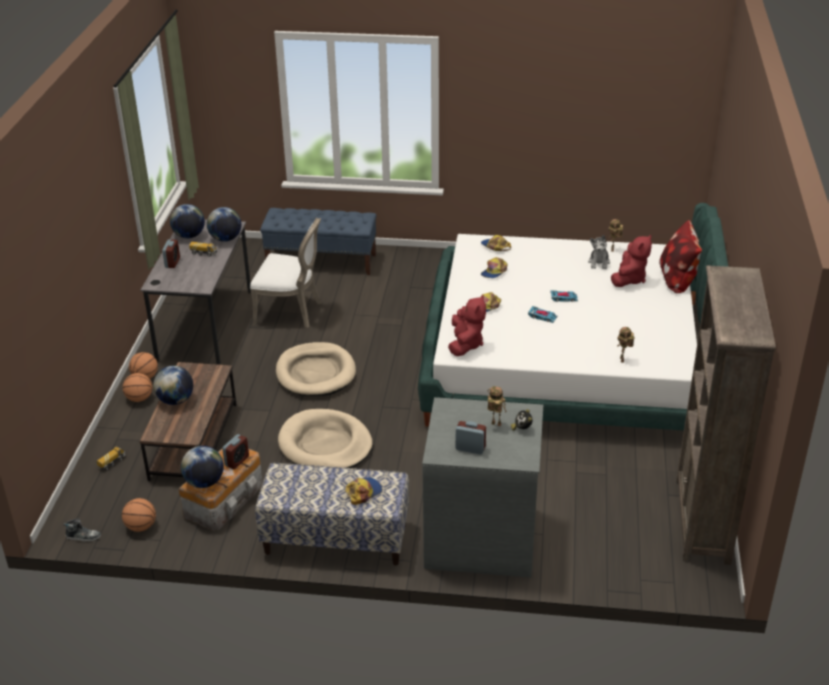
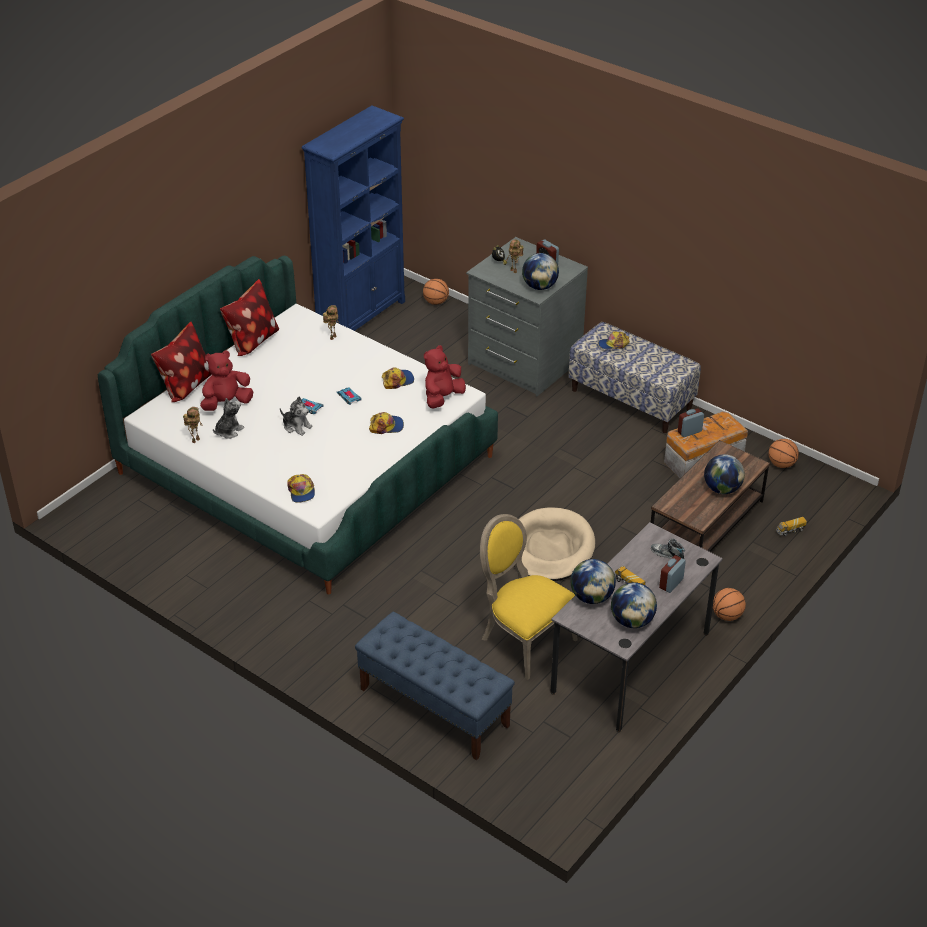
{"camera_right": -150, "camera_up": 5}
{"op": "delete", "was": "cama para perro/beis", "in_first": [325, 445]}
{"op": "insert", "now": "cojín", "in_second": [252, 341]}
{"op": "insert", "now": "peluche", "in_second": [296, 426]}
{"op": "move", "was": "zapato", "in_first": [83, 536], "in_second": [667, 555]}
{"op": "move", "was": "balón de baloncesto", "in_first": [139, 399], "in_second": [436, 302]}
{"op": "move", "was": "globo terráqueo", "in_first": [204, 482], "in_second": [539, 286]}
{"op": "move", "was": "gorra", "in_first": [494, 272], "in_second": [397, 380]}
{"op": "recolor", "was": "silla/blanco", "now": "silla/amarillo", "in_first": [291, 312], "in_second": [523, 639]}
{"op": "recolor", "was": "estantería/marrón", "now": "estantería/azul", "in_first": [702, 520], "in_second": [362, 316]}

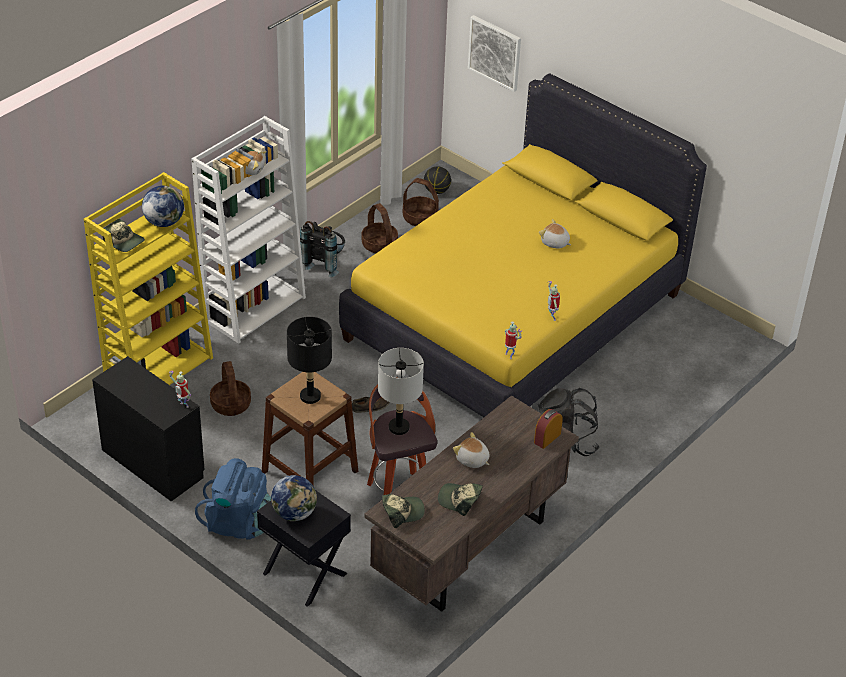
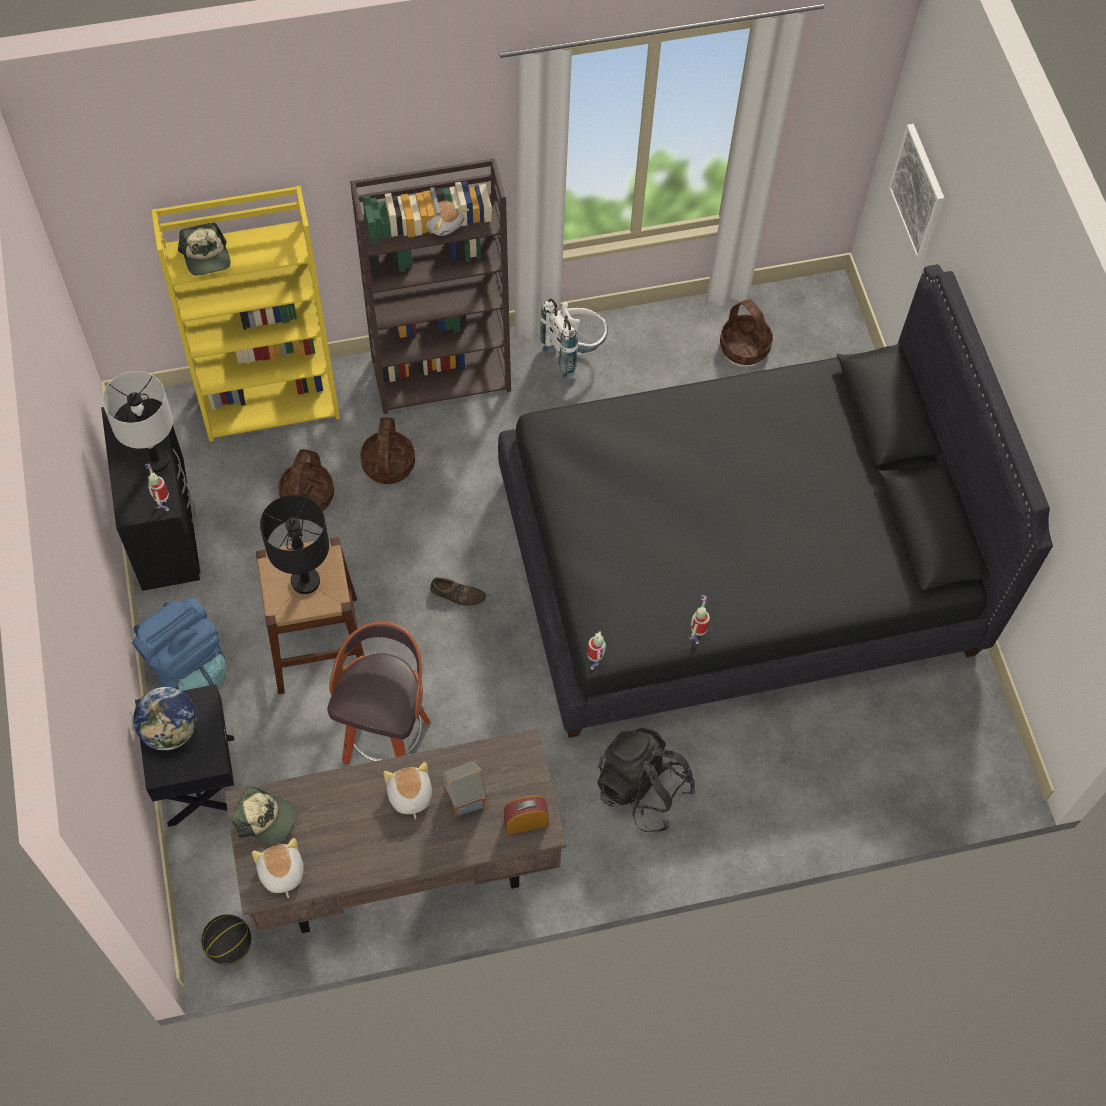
{"camera_right": 35, "camera_up": 20}
{"op": "delete", "was": "globo terráqueo", "in_first": [164, 222]}
{"op": "delete", "was": "gorra", "in_first": [459, 500]}
{"op": "insert", "now": "casita", "in_second": [465, 797]}
{"op": "move", "was": "cesta", "in_first": [379, 244], "in_second": [388, 464]}
{"op": "move", "was": "lámpara de mesa/gris", "in_first": [398, 427], "in_second": [155, 460]}
{"op": "move", "was": "balón de baloncesto", "in_first": [437, 191], "in_second": [230, 946]}
{"op": "move", "was": "peluche", "in_first": [555, 243], "in_second": [281, 873]}
{"op": "recolor", "was": "estantería/blanco", "now": "estantería/marrón", "in_first": [255, 308], "in_second": [442, 373]}
{"op": "recolor", "was": "mochila/negro", "now": "mochila/blanco", "in_first": [324, 263], "in_second": [574, 352]}
{"op": "recolor", "was": "cama/amarillo", "now": "cama/negro", "in_first": [514, 316], "in_second": [737, 563]}

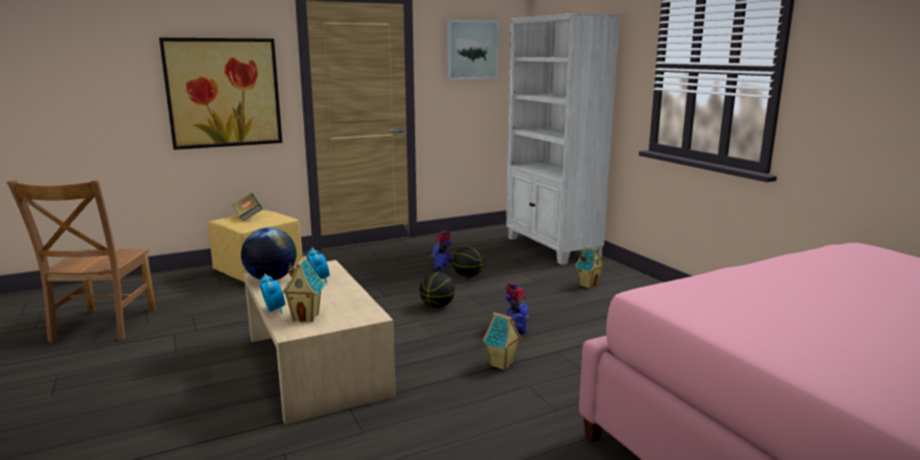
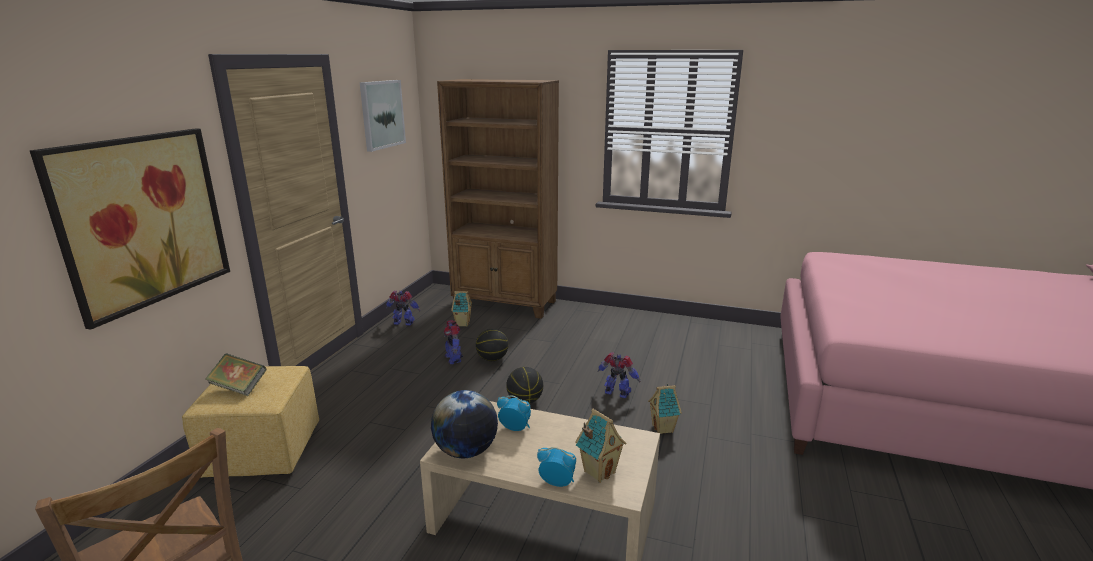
{"camera_right": -45, "camera_up": 5}
{"op": "insert", "now": "robot de juguete", "in_second": [403, 323]}
{"op": "move", "was": "casita", "in_first": [588, 285], "in_second": [462, 323]}
{"op": "recolor", "was": "estantería/blanco", "now": "estantería/marrón", "in_first": [552, 248], "in_second": [505, 304]}

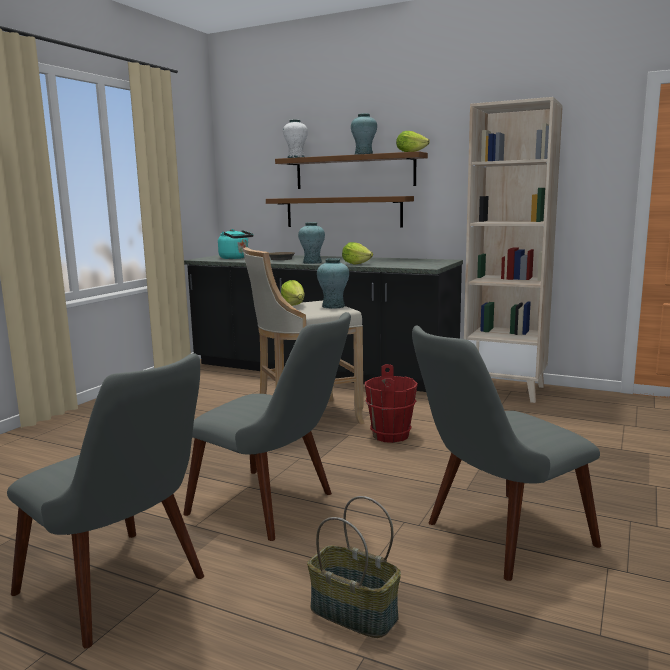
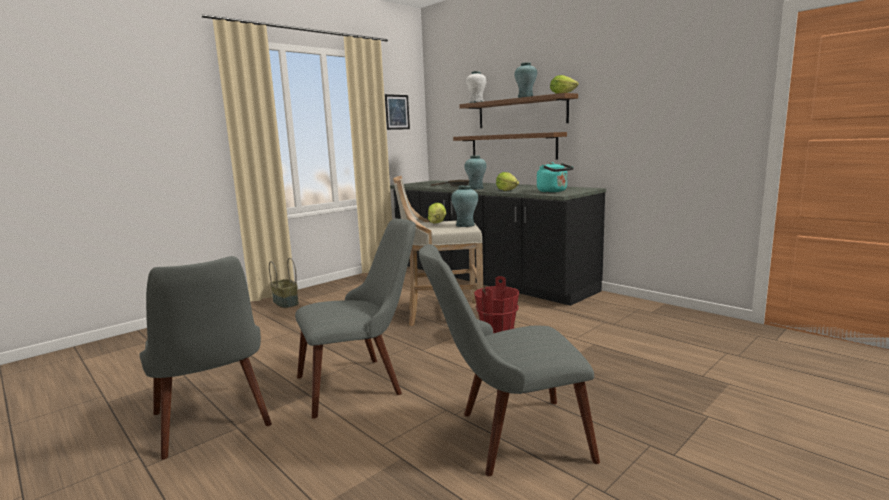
{"camera_right": 20, "camera_up": 0}
{"op": "delete", "was": "estantería/beis", "in_first": [505, 390]}
{"op": "insert", "now": "cuadro", "in_second": [397, 112]}
{"op": "move", "was": "hervidor/turquesa", "in_first": [235, 258], "in_second": [553, 191]}
{"op": "move", "was": "cesta", "in_first": [352, 613], "in_second": [285, 303]}
{"op": "rotate", "was": "silla/gris", "in_first": [276, 507], "in_second": [362, 381], "clockwise": -75}

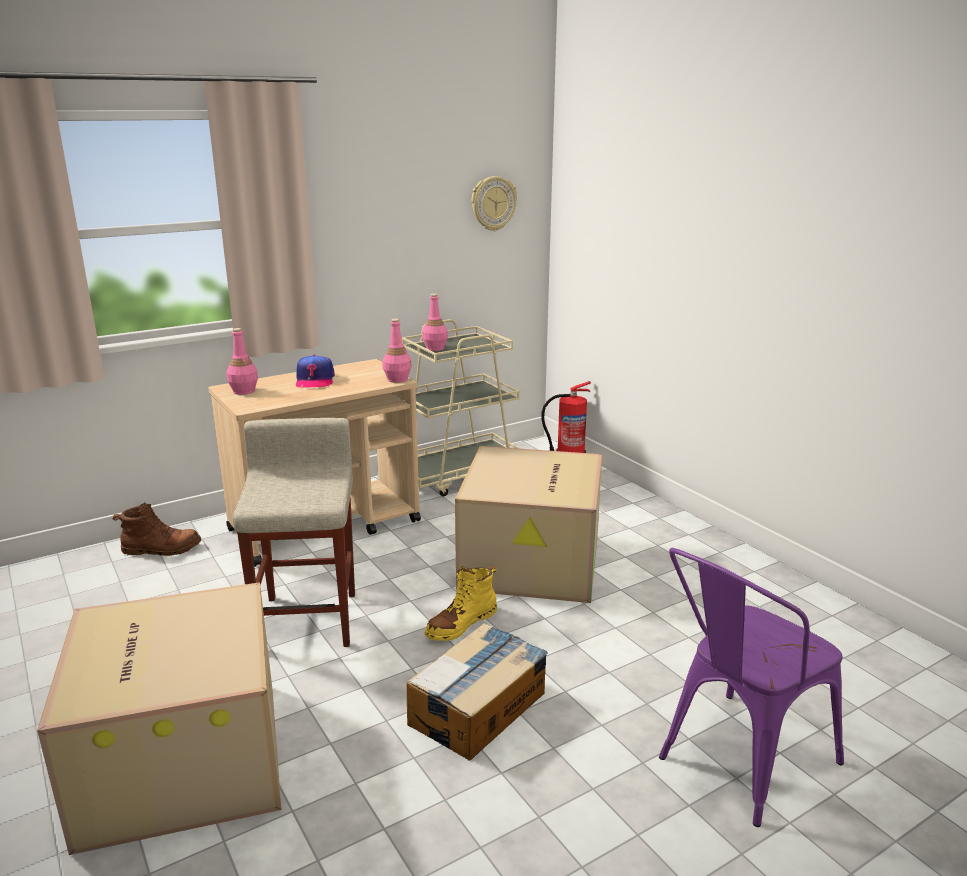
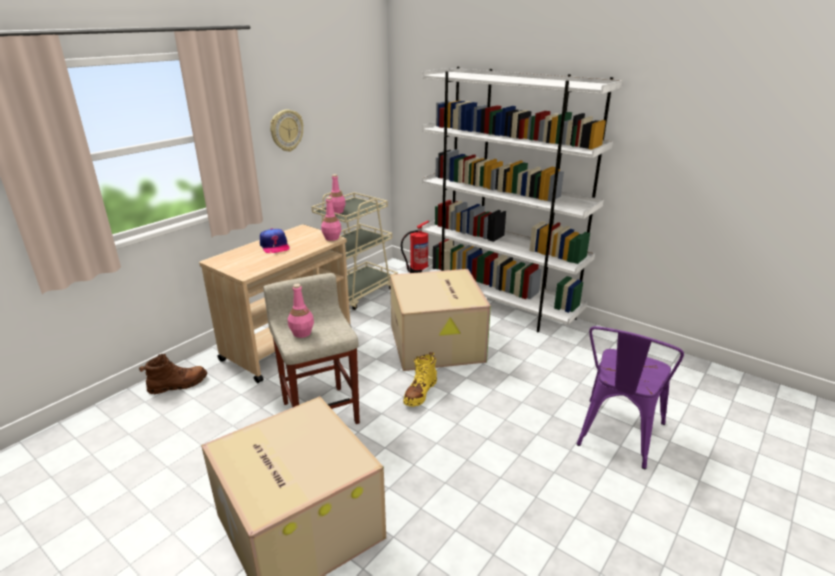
{"camera_right": -20, "camera_up": 5}
{"op": "delete", "was": "caja de cartón", "in_first": [479, 708]}
{"op": "insert", "now": "estantería/blanco", "in_second": [499, 305]}
{"op": "move", "was": "botella/rosa", "in_first": [243, 391], "in_second": [302, 333]}
{"op": "move", "was": "reloj de pared", "in_first": [493, 203], "in_second": [286, 130]}

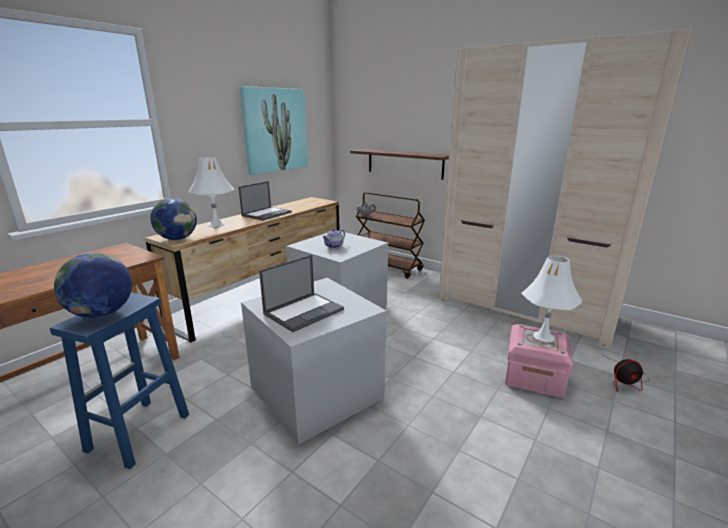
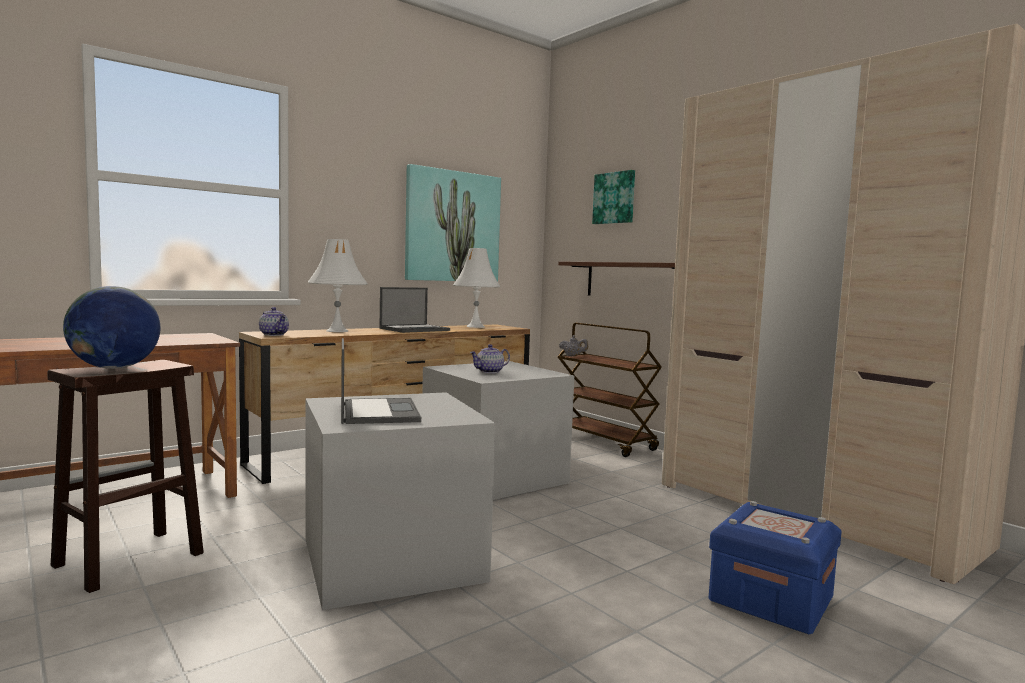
{"camera_right": 15, "camera_up": -15}
{"op": "delete", "was": "ventilador", "in_first": [625, 380]}
{"op": "insert", "now": "cuadro", "in_second": [614, 198]}
{"op": "move", "was": "lámpara de mesa/blanco", "in_first": [543, 336], "in_second": [475, 326]}
{"op": "replace", "was": "globo terráqueo", "now": "tetera", "in_first": [177, 239], "in_second": [274, 335]}
{"op": "recolor", "was": "taburete/azul", "now": "taburete/marrón", "in_first": [138, 433], "in_second": [127, 560]}
{"op": "recolor", "was": "caja de almacenaje/rosa", "now": "caja de almacenaje/azul", "in_first": [534, 376], "in_second": [771, 599]}
{"op": "rotate", "was": "portátil", "in_first": [304, 311], "in_second": [378, 412], "clockwise": -75}

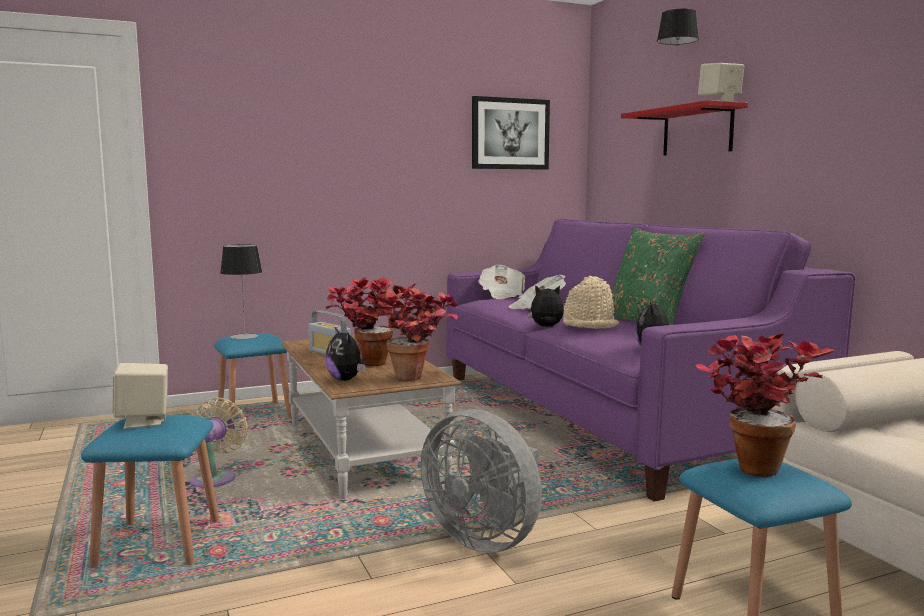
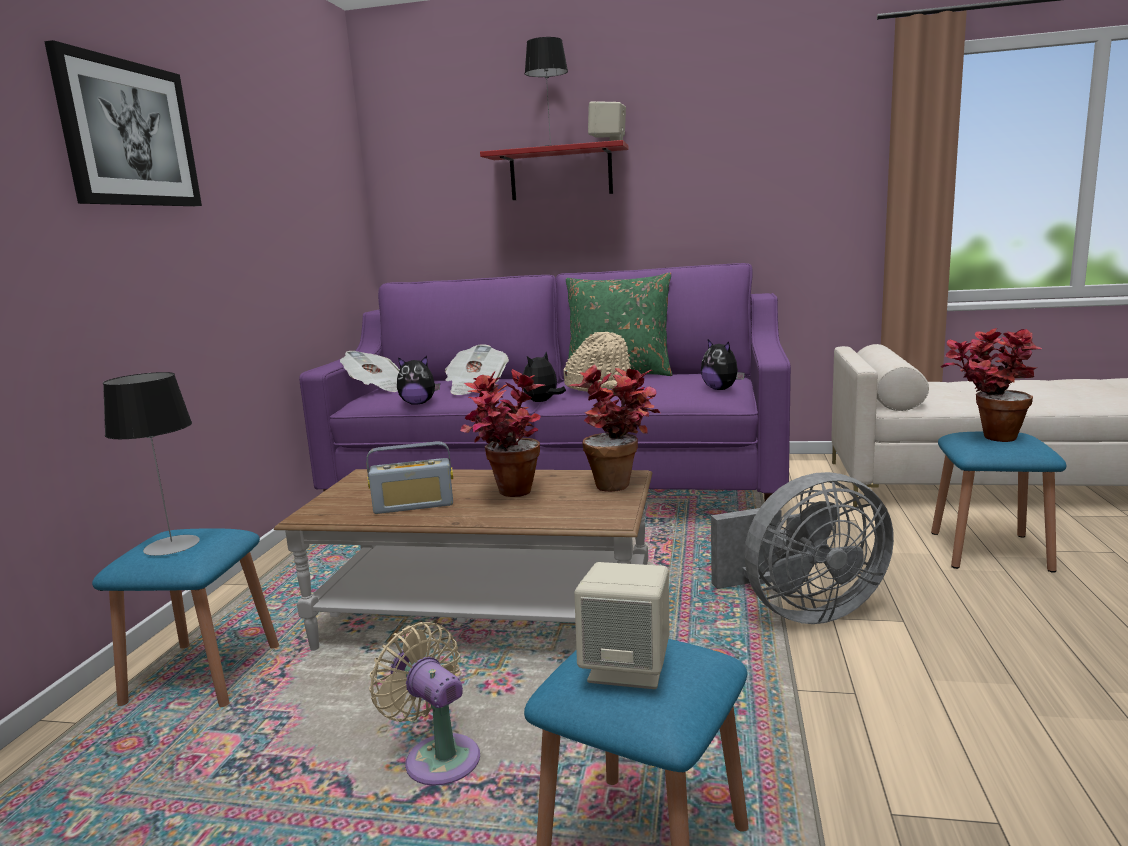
{"camera_right": -55, "camera_up": 5}
{"op": "move", "was": "peluche", "in_first": [346, 379], "in_second": [418, 403]}
{"op": "move", "was": "cuadro", "in_first": [510, 134], "in_second": [128, 134]}

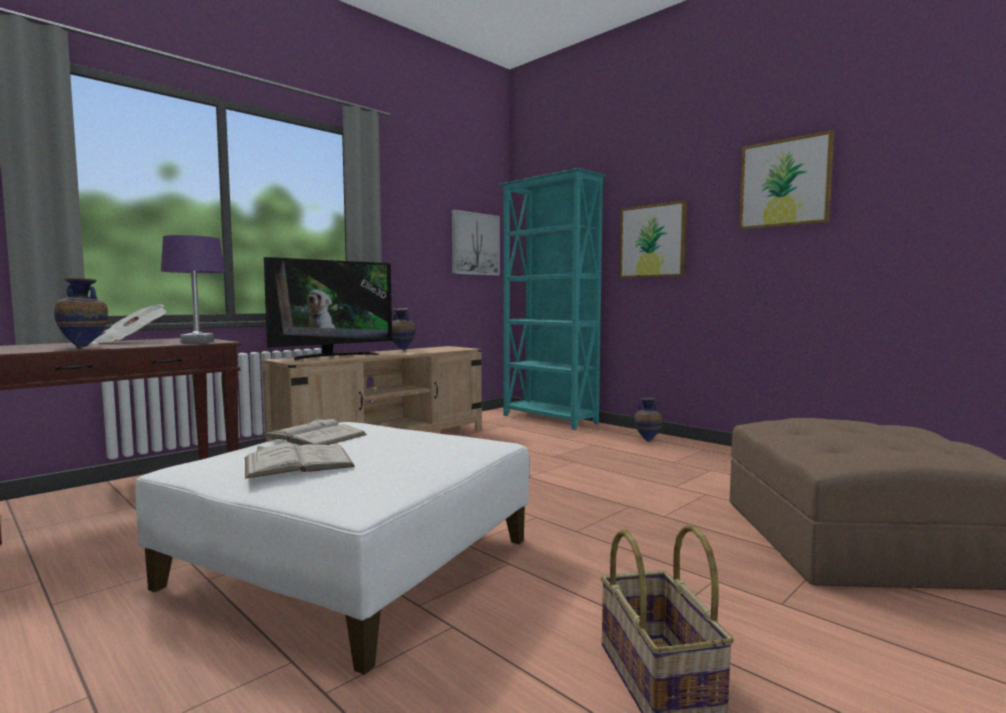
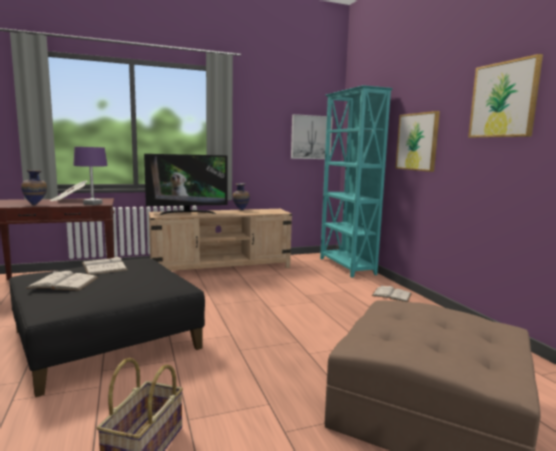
{"camera_right": 25, "camera_up": 5}
{"op": "replace", "was": "florero", "now": "libro/blanco", "in_first": [647, 440], "in_second": [391, 294]}
{"op": "recolor", "was": "puf/blanco", "now": "puf/negro", "in_first": [354, 562], "in_second": [107, 339]}

